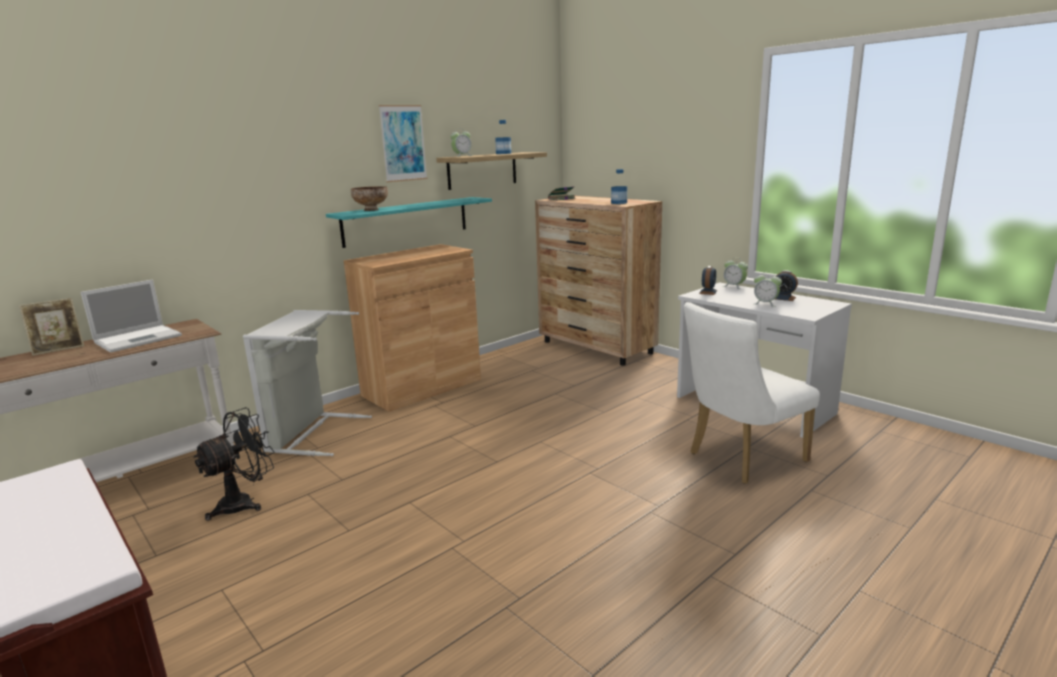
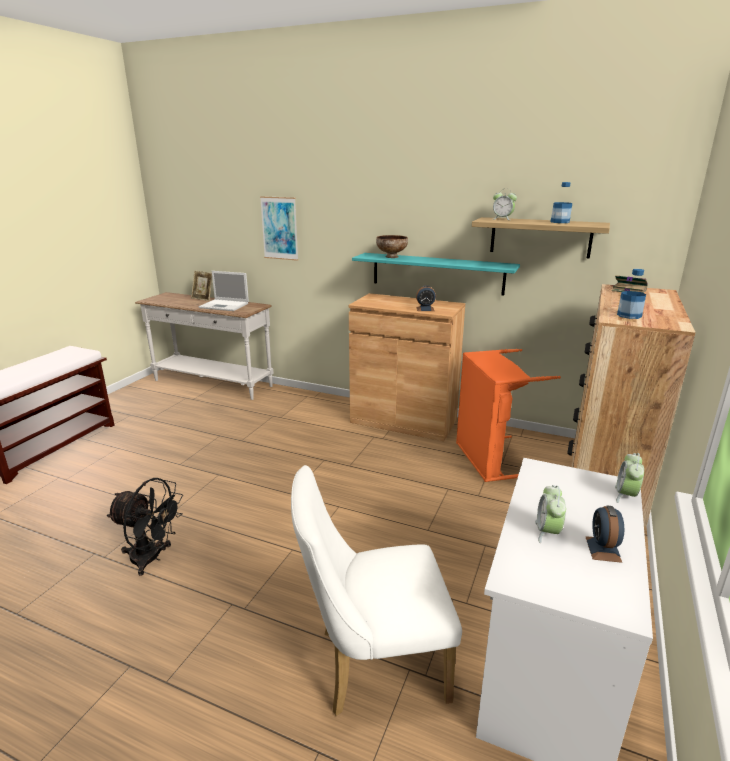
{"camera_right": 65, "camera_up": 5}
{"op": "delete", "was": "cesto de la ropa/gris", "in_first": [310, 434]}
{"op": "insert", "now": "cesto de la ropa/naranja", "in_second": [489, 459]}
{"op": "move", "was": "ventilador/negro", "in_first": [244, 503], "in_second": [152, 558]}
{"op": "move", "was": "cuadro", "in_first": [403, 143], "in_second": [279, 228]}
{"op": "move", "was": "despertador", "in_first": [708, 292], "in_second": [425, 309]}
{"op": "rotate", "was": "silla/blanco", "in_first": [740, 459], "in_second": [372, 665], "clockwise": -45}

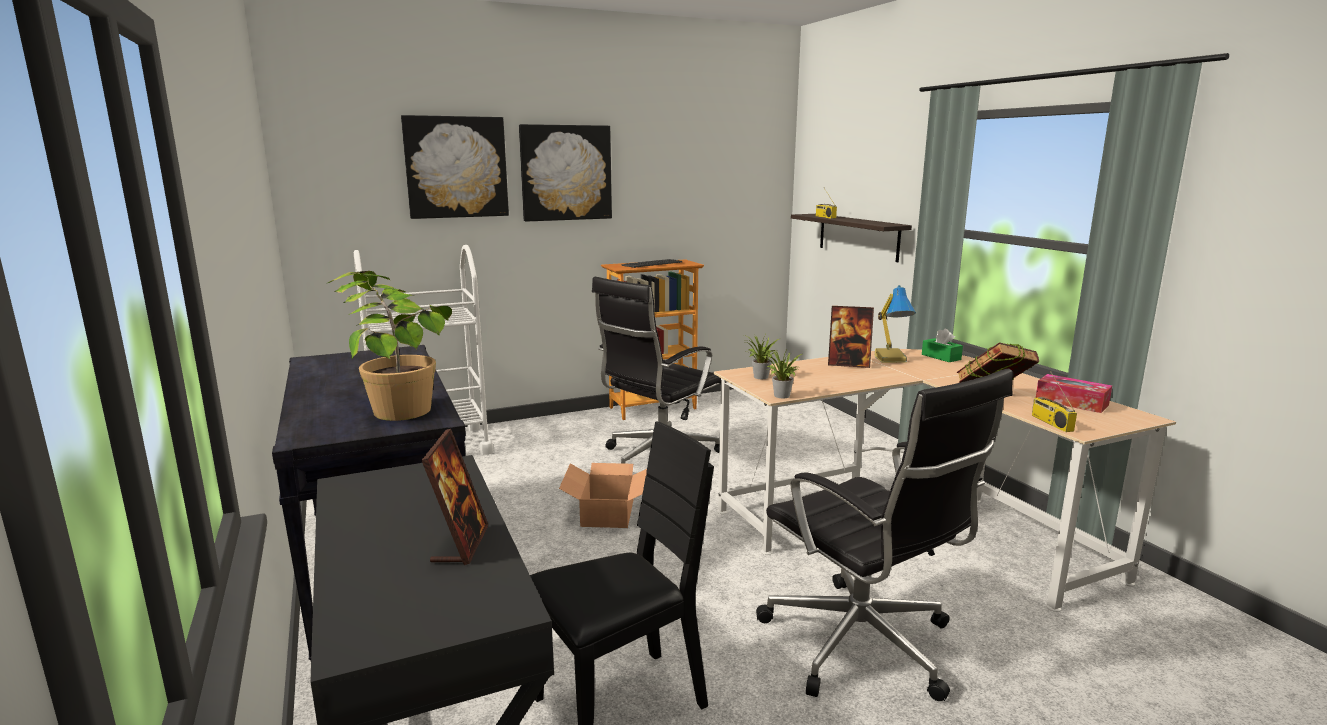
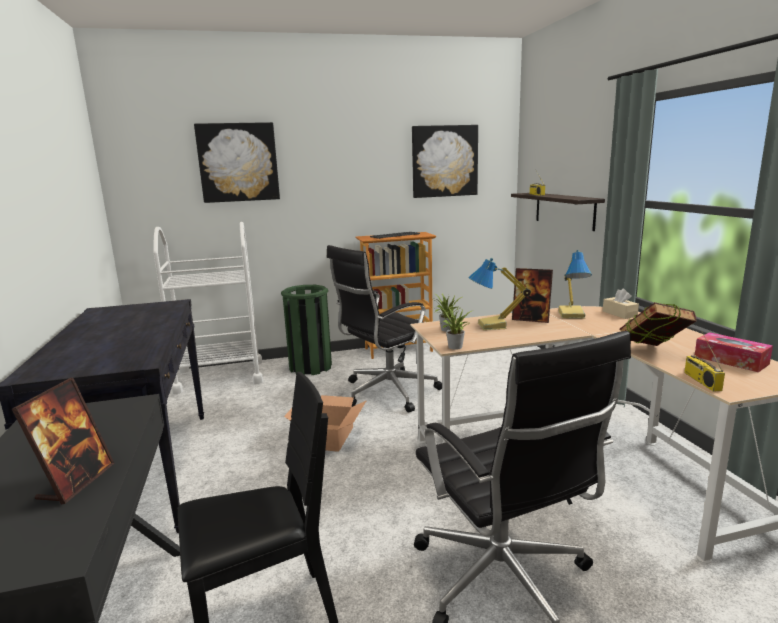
{"camera_right": 10, "camera_up": 0}
{"op": "delete", "was": "planta en maceta", "in_first": [395, 403]}
{"op": "insert", "now": "papelera/verde", "in_second": [310, 367]}
{"op": "insert", "now": "lámpara de mesa", "in_second": [492, 326]}
{"op": "move", "was": "cuadro", "in_first": [566, 173], "in_second": [444, 161]}
{"op": "recolor", "was": "caja de pañuelos/verde", "now": "caja de pañuelos/beis", "in_first": [941, 357], "in_second": [619, 314]}

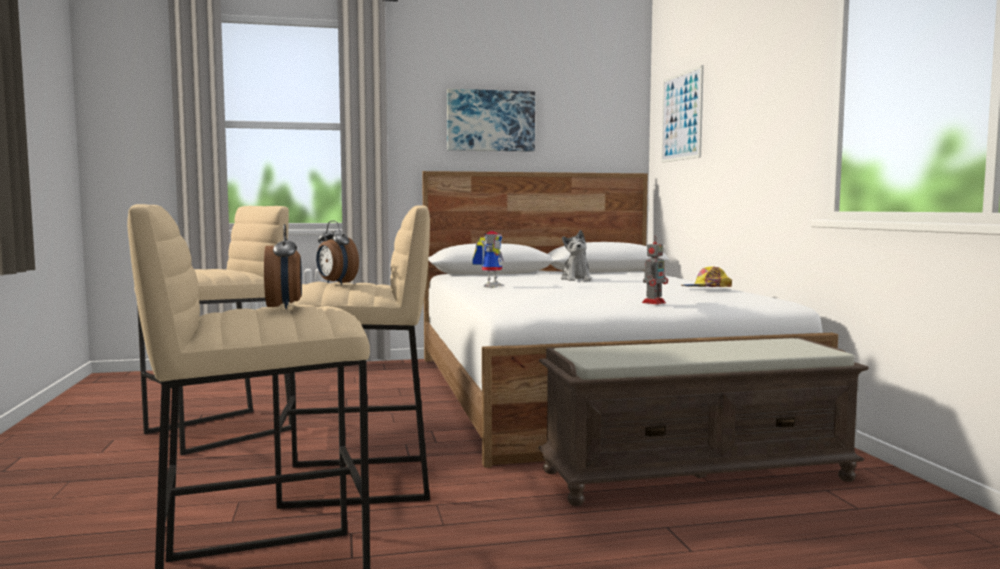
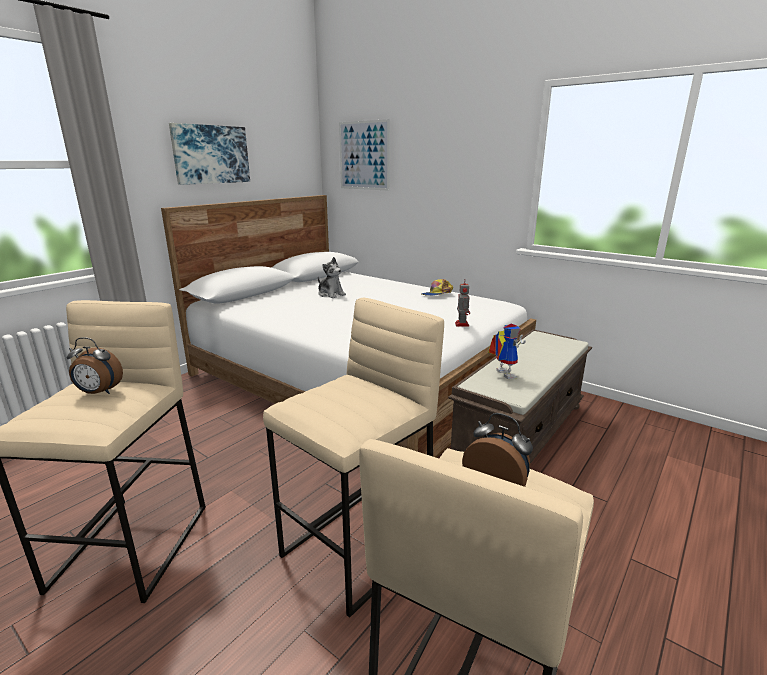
{"camera_right": -40, "camera_up": 15}
{"op": "move", "was": "despertador", "in_first": [336, 283], "in_second": [99, 392]}
{"op": "move", "was": "robot de juguete", "in_first": [490, 286], "in_second": [501, 374]}

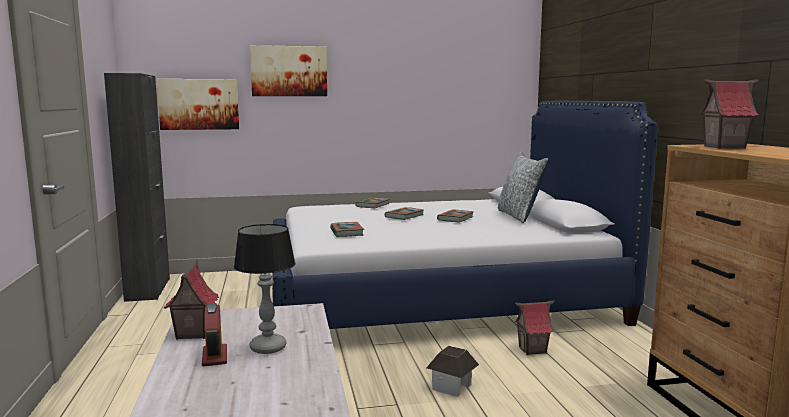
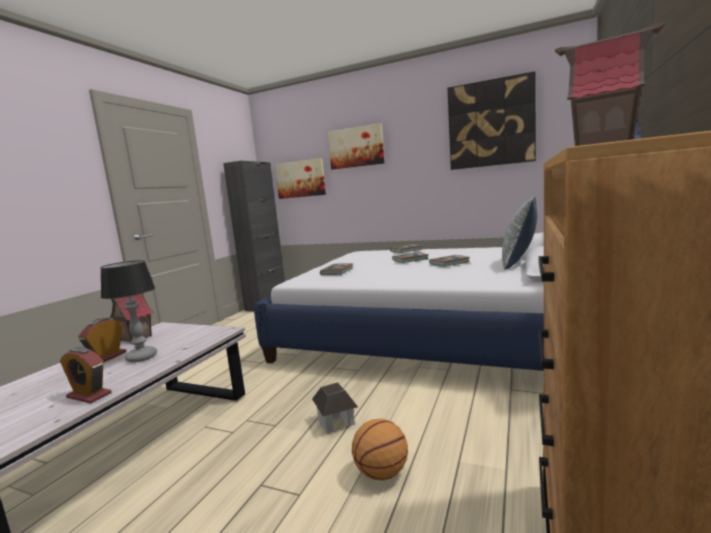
{"camera_right": 35, "camera_up": 0}
{"op": "delete", "was": "casita", "in_first": [532, 350]}
{"op": "insert", "now": "despertador", "in_second": [89, 395]}
{"op": "insert", "now": "balón de baloncesto", "in_second": [381, 473]}
{"op": "insert", "now": "cuadro", "in_second": [490, 124]}

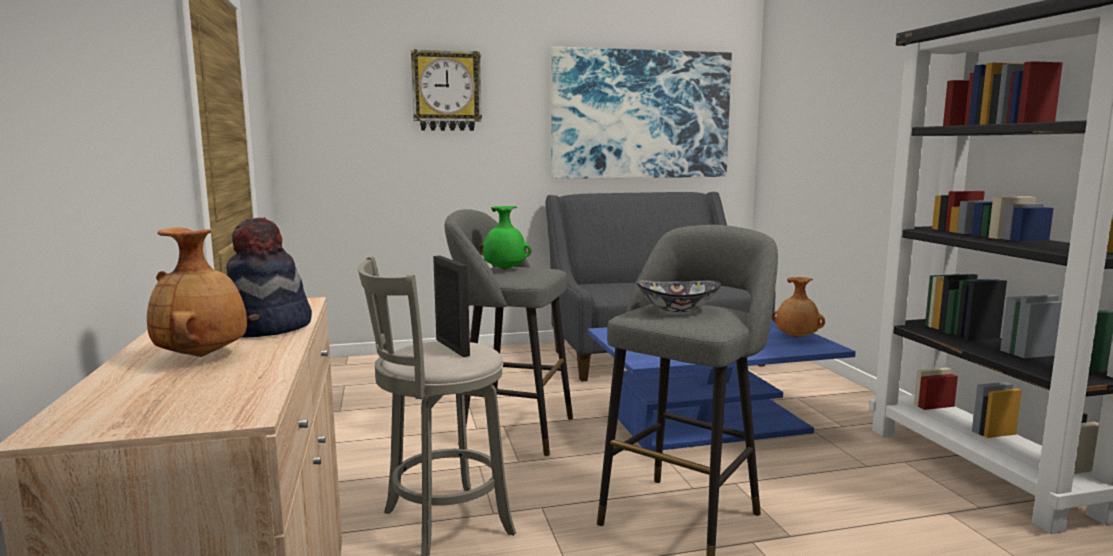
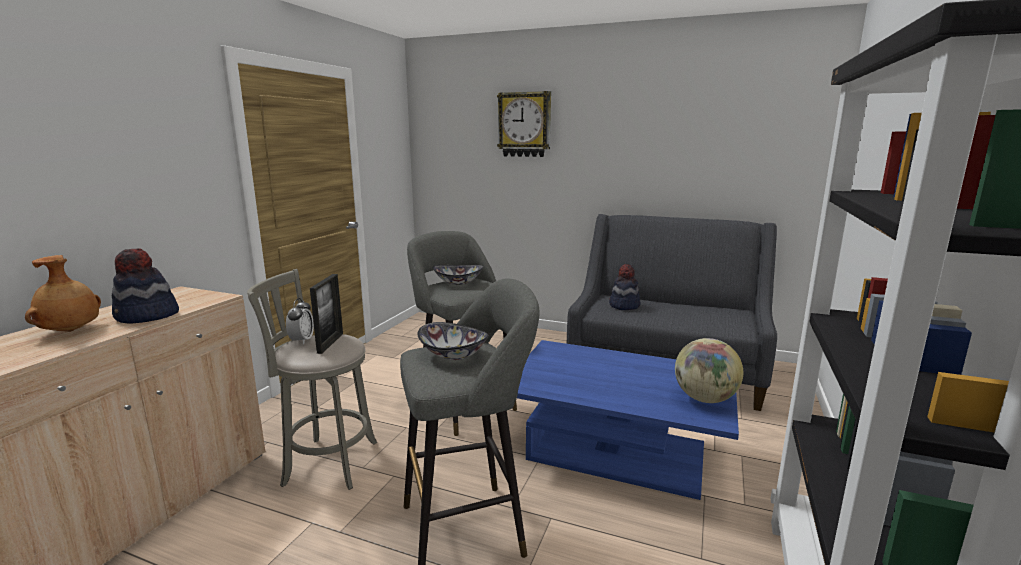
{"camera_right": 35, "camera_up": 5}
{"op": "delete", "was": "cuadro", "in_first": [641, 115]}
{"op": "insert", "now": "despertador", "in_second": [302, 340]}
{"op": "insert", "now": "sombrero", "in_second": [624, 305]}
{"op": "replace", "was": "florero/verde", "now": "cuenco", "in_first": [504, 269], "in_second": [458, 282]}
{"op": "replace", "was": "florero/marrón", "now": "globo terráqueo", "in_first": [796, 337], "in_second": [704, 399]}

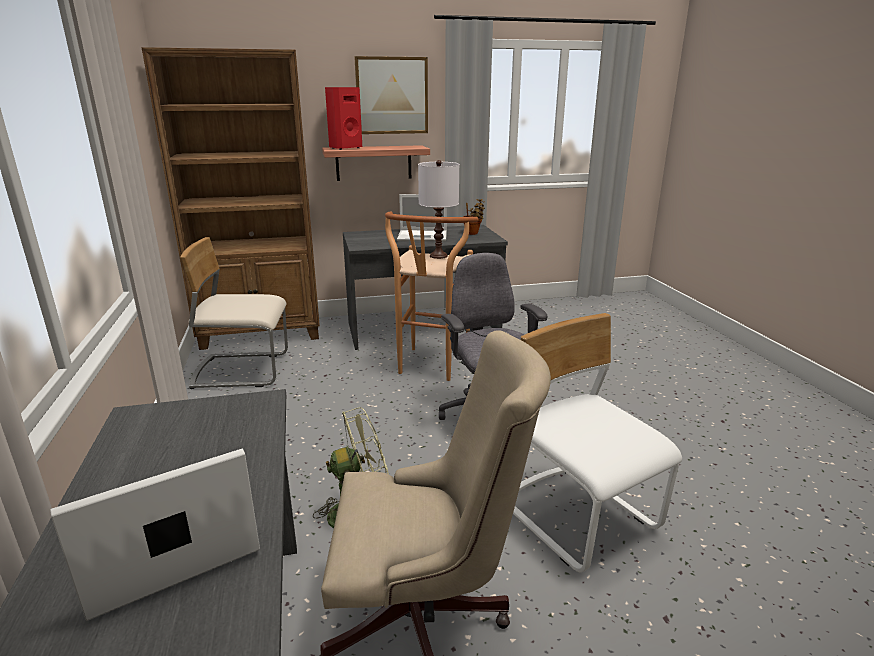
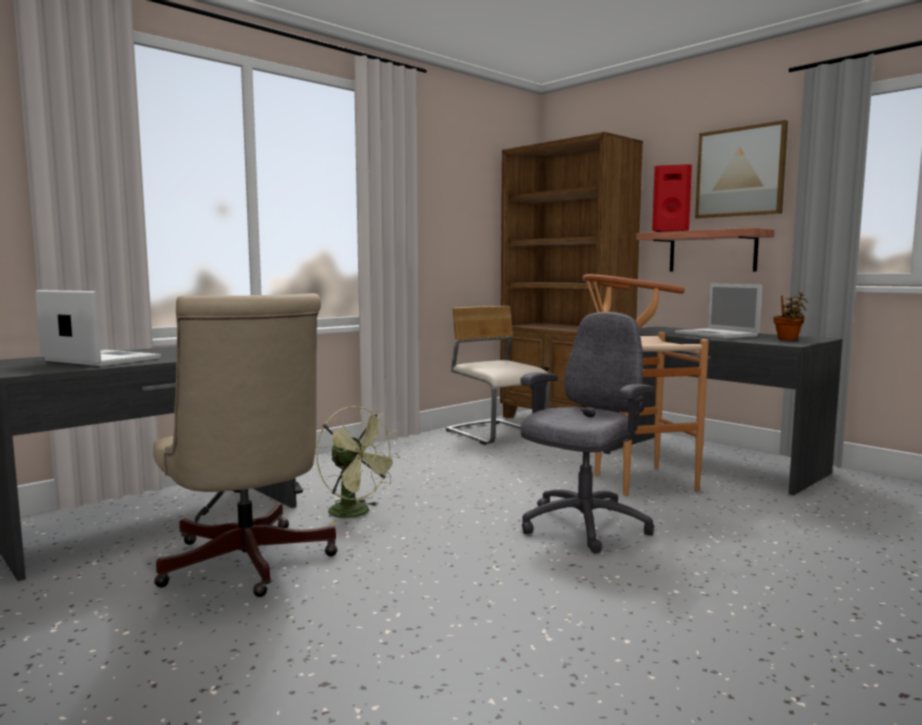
{"camera_right": 60, "camera_up": -15}
{"op": "delete", "was": "lámpara de mesa/blanco", "in_first": [438, 256]}
{"op": "delete", "was": "silla/blanco", "in_first": [577, 516]}

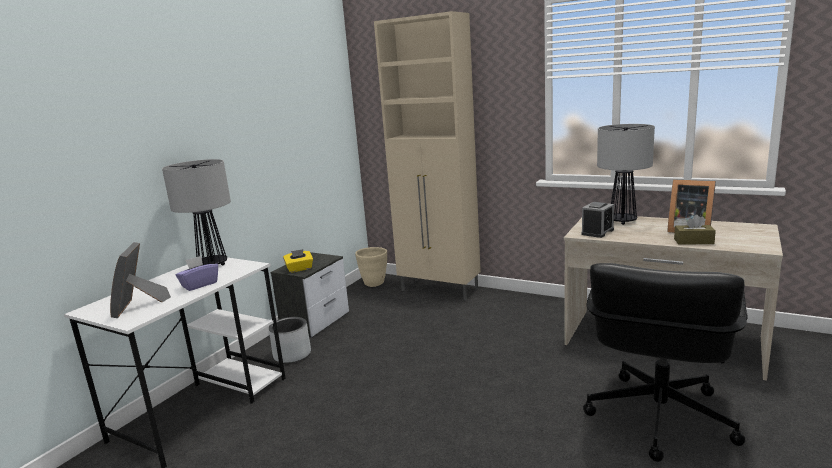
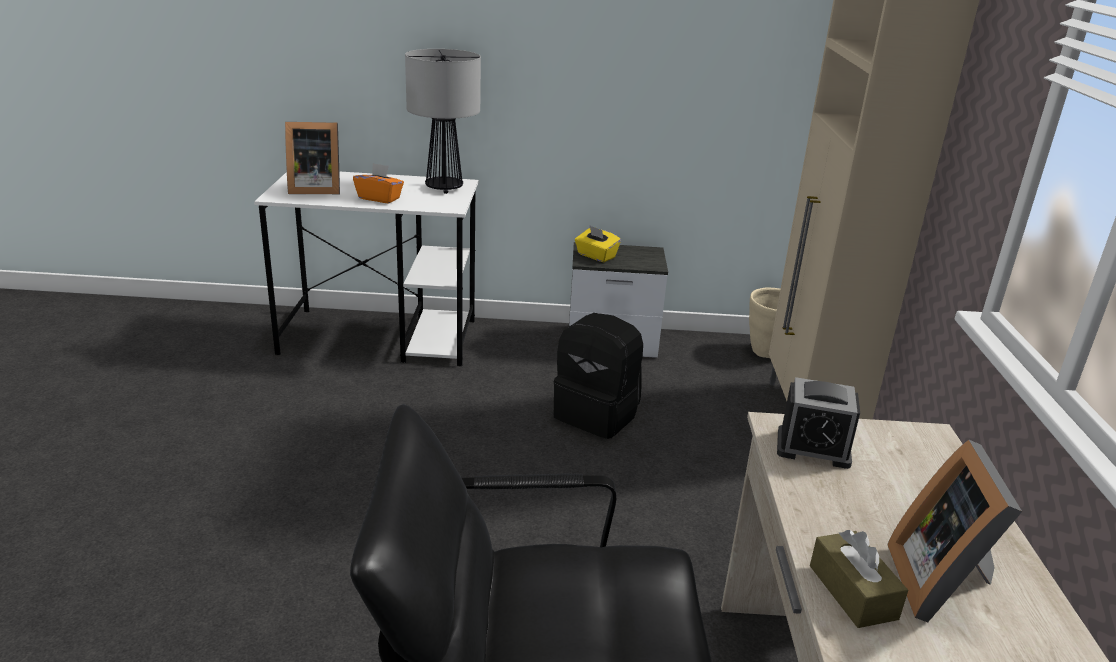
{"camera_right": 60, "camera_up": 10}
{"op": "delete", "was": "maceta/gris", "in_first": [292, 354]}
{"op": "delete", "was": "lámpara de mesa", "in_first": [622, 221]}
{"op": "insert", "now": "mochila/negro", "in_second": [597, 415]}
{"op": "recolor", "was": "caja de pañuelos/morado", "now": "caja de pañuelos/naranja", "in_first": [199, 285], "in_second": [379, 198]}
{"op": "rotate", "was": "portarretratos", "in_first": [139, 306], "in_second": [314, 189], "clockwise": -150}

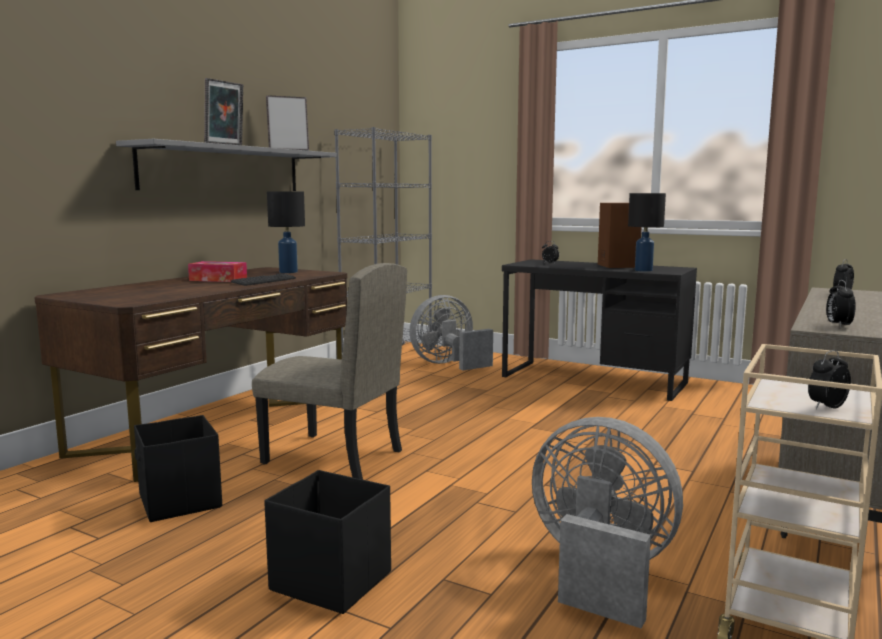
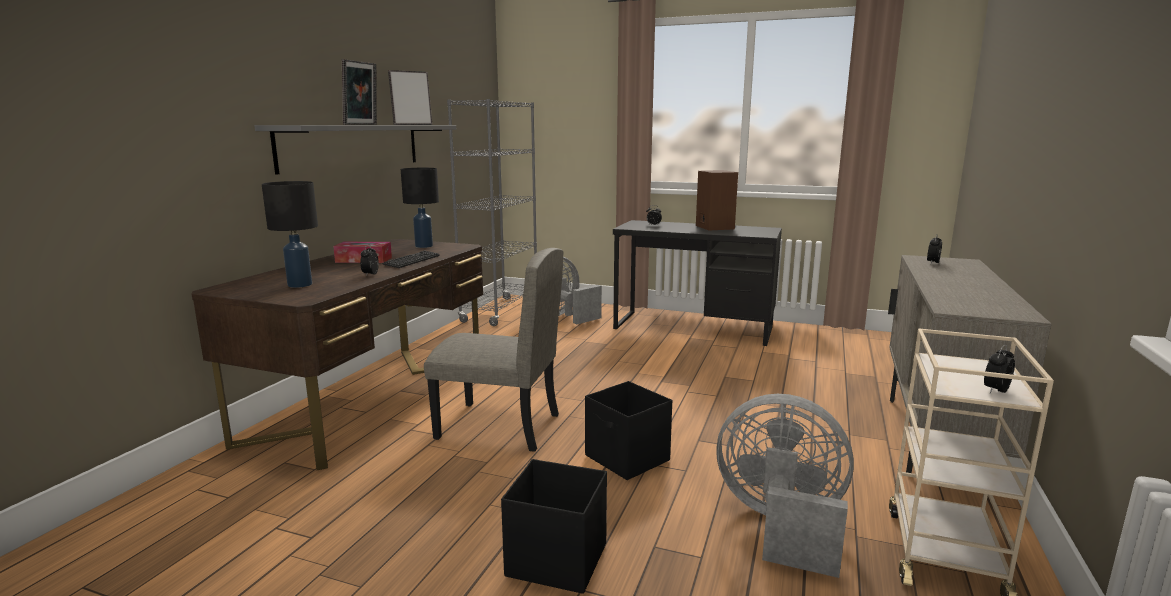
{"camera_right": -10, "camera_up": 5}
{"op": "move", "was": "caja de almacenaje/negro", "in_first": [179, 502], "in_second": [627, 459]}
{"op": "move", "was": "lámpara de mesa/negro", "in_first": [643, 270], "in_second": [300, 284]}
{"op": "move", "was": "despertador", "in_first": [838, 325], "in_second": [370, 275]}

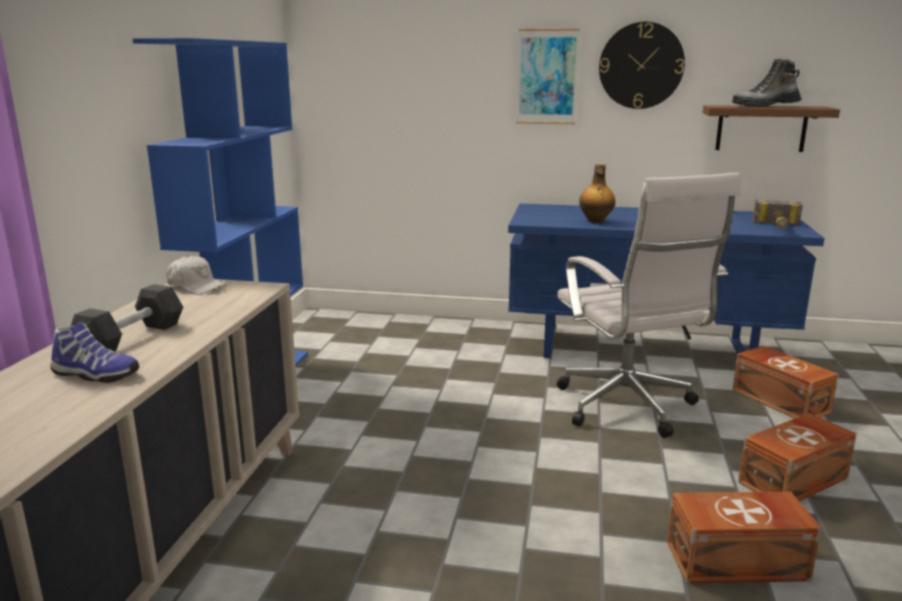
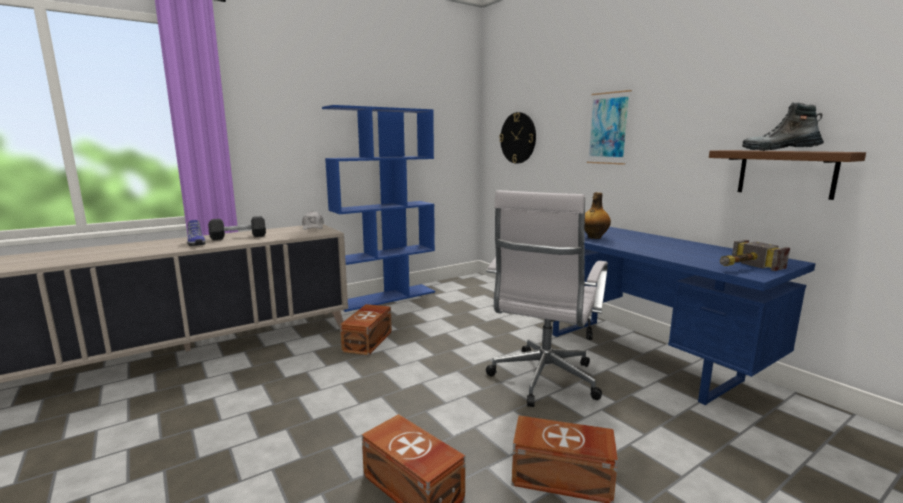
{"camera_right": 45, "camera_up": -5}
{"op": "move", "was": "reloj de pared", "in_first": [641, 66], "in_second": [518, 138]}
{"op": "move", "was": "caja de almacenaje/marrón", "in_first": [779, 400], "in_second": [369, 341]}

